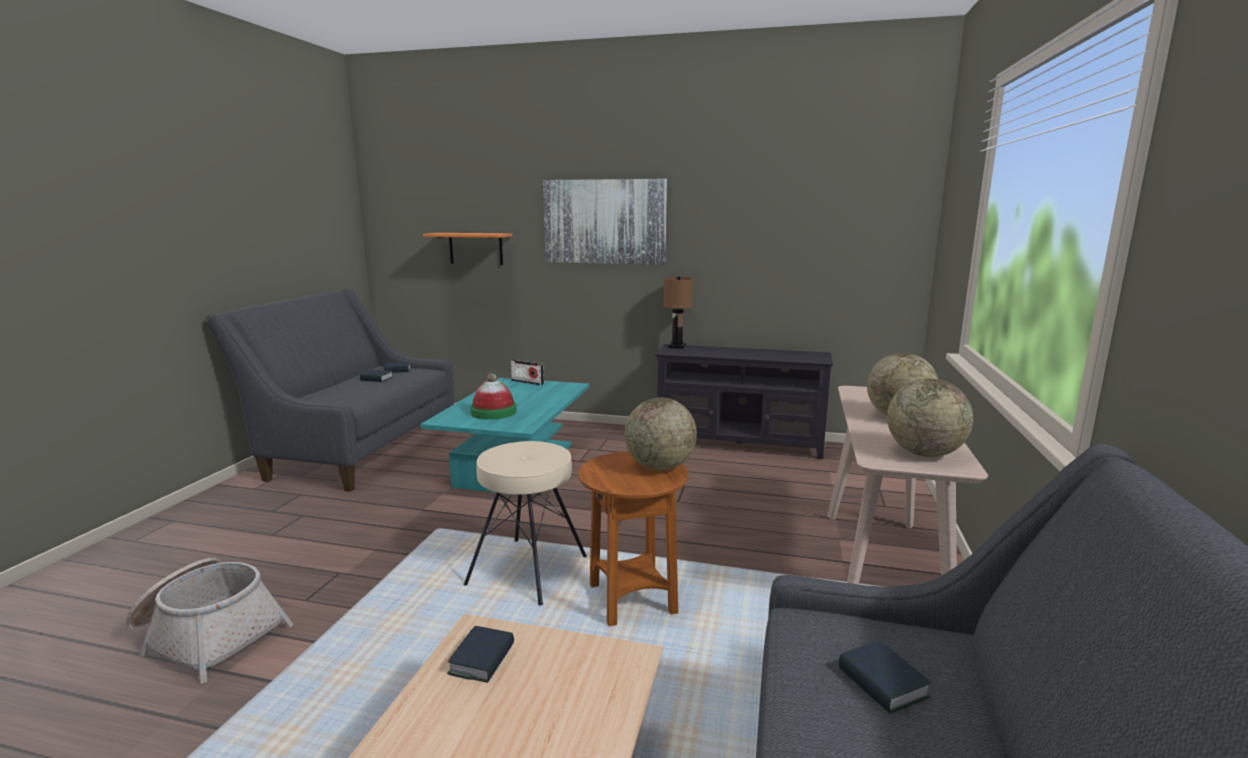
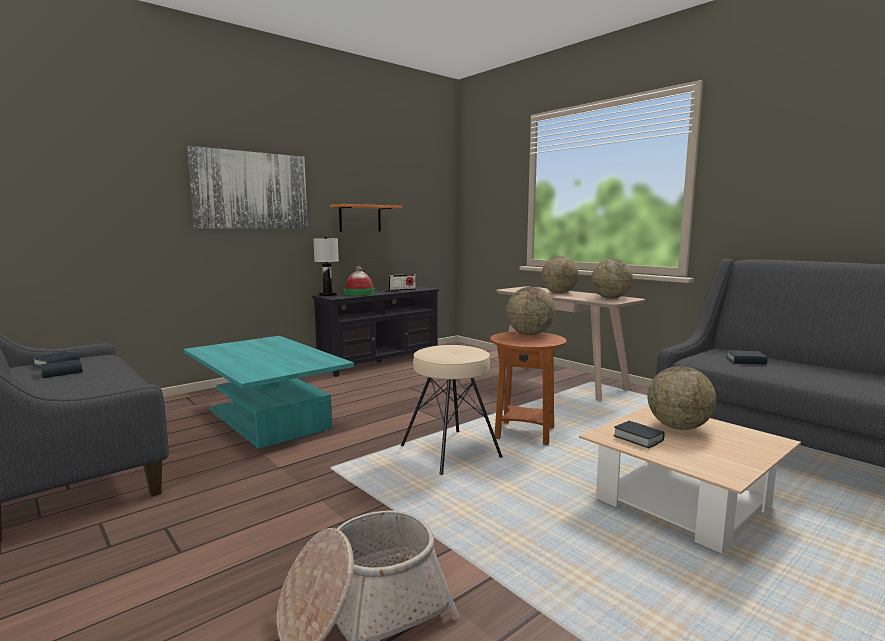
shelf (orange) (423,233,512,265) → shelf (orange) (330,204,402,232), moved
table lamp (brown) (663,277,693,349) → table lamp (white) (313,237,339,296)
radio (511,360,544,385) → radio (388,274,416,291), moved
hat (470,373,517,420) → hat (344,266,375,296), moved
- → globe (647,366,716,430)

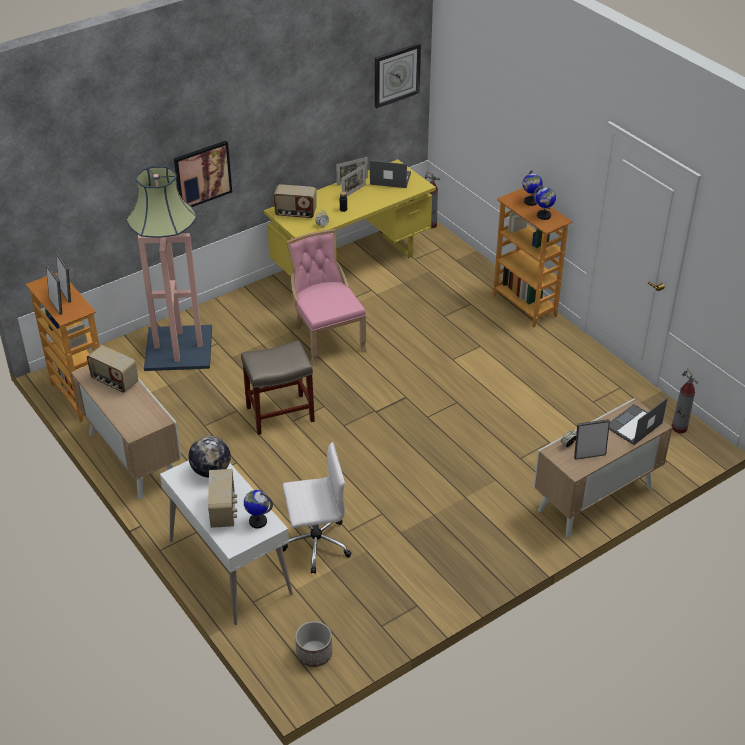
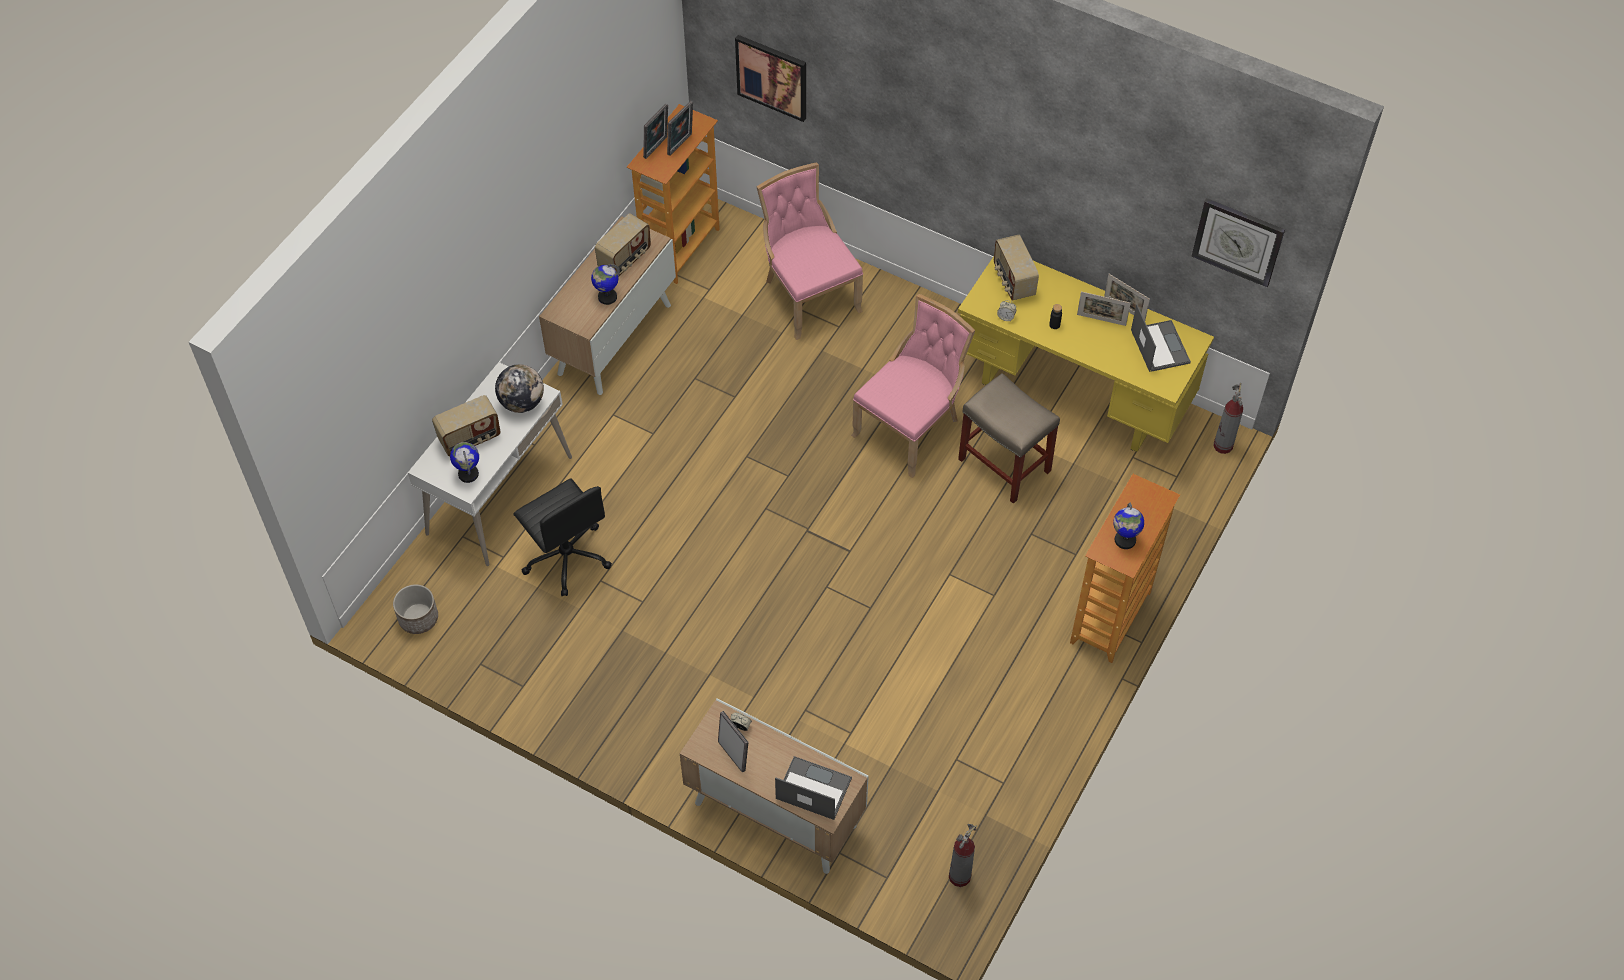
picture (174,141,232,207) → picture (735,35,806,122), moved
floor lamp (126,166,212,371) → chair (pink) (757,162,863,340)
globe (523,170,543,206) → globe (591,264,620,305), moved
stool (beige) (241,340,315,435) → stool (beige) (958,373,1060,504), moved
radio (87,345,138,393) → radio (595,213,651,276), 150 degrees counterclockwise
office chair (white) (282,442,352,574) → office chair (black) (514,478,612,596)

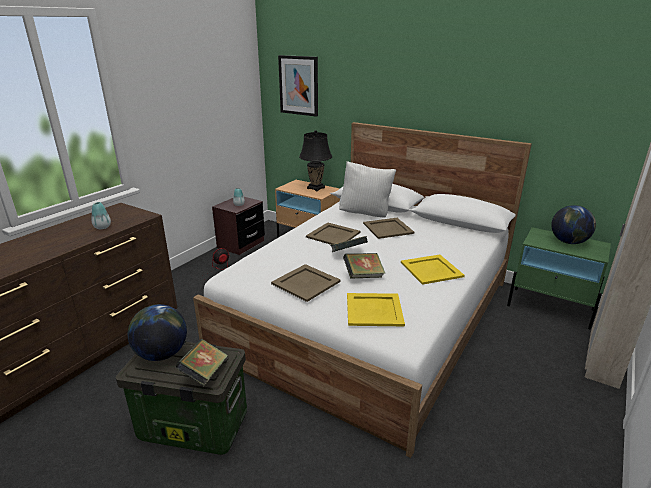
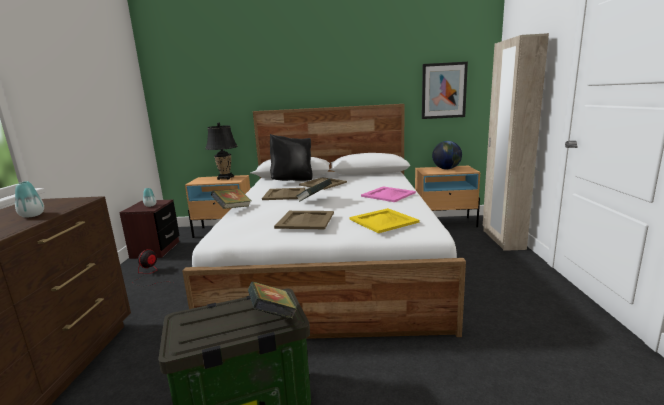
picture (278,55,318,117) → picture (422,62,468,119), moved
pillow (white) (339,161,396,217) → pillow (black) (270,134,312,181)
nightstand (green) (507,227,611,329) → nightstand (beige) (415,166,480,227)
book (343,253,385,279) → book (211,189,251,209), moved
tray (yellow) (401,254,465,285) → tray (pink) (361,187,416,202)
globe (128,304,187,361) → -

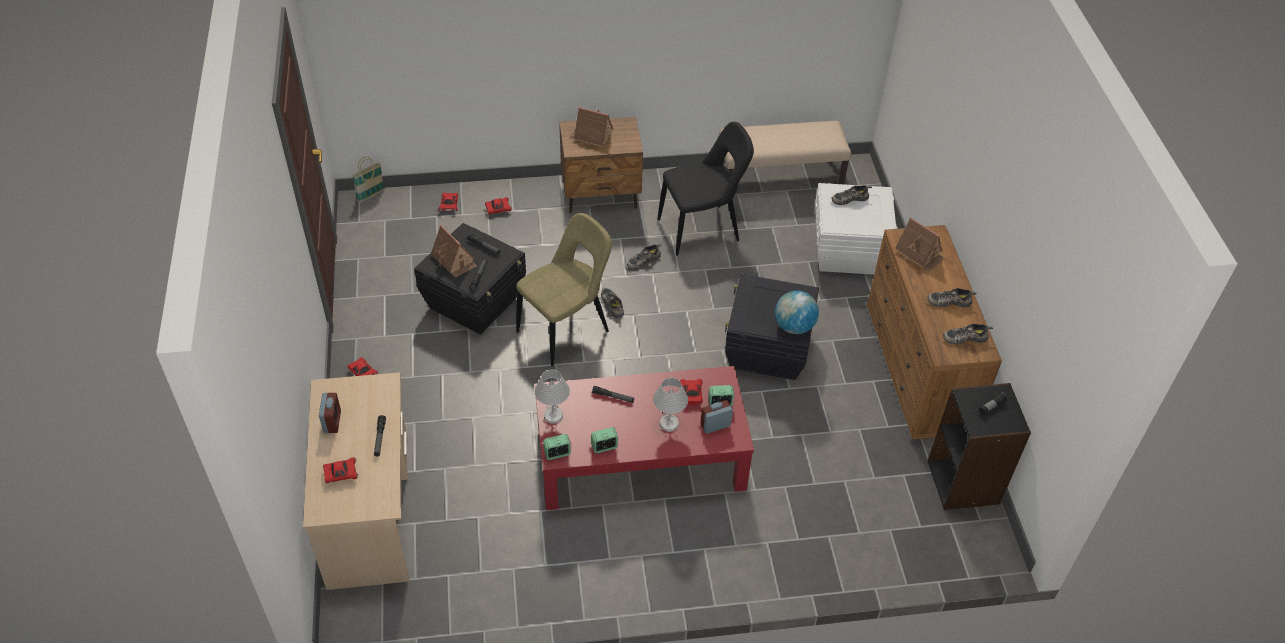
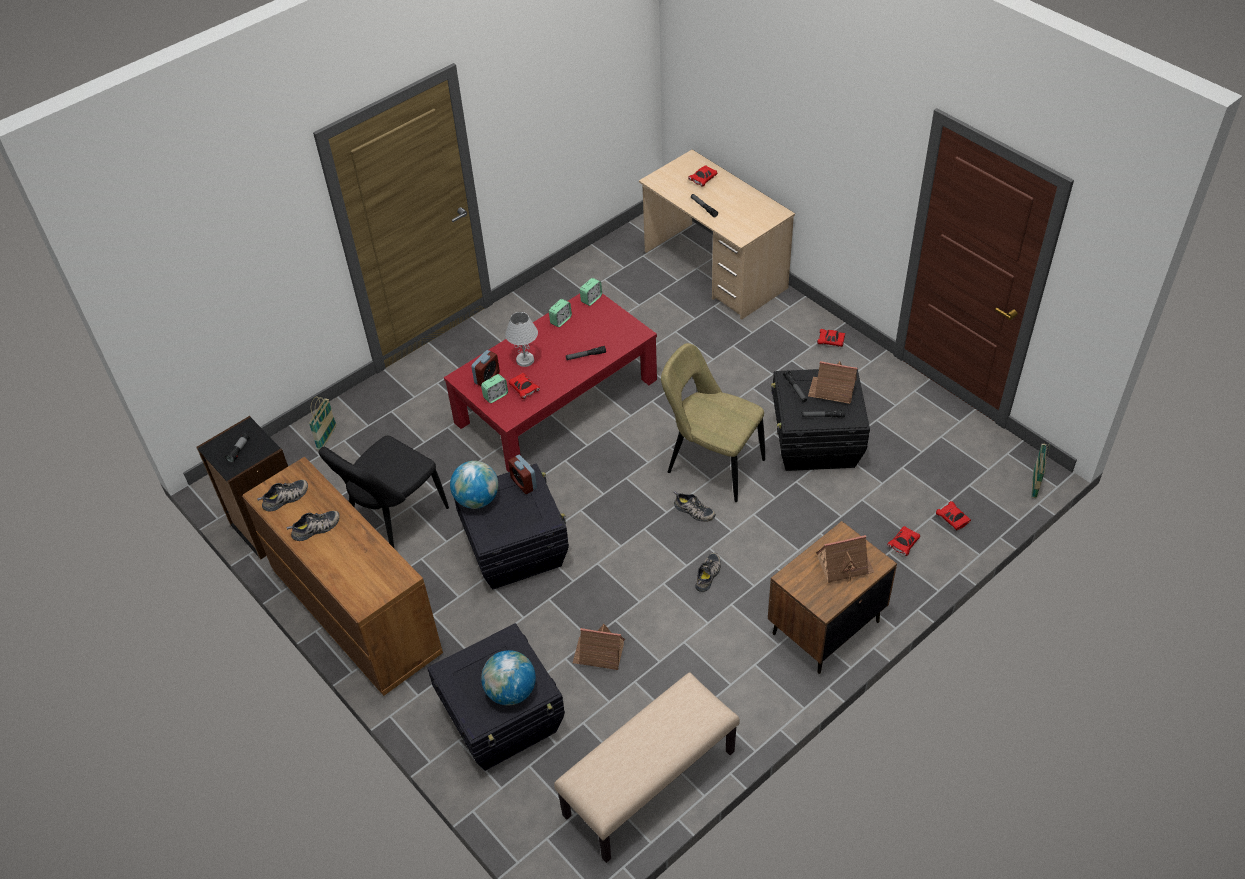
chair (black) (658,122,754,256) → chair (black) (318,435,449,548), moved
storage box (white) (815,183,897,274) → storage box (black) (428,623,565,771)
shoe (832,185,872,205) → globe (481,650,536,705)
chair (beige) (516,213,612,366) → chair (beige) (661,343,765,502), 105 degrees clockwise
toy house (895,217,945,272) → toy house (573,624,625,670), moved
table lamp (white) (535,369,570,424) → -
alarm clock (319,393,341,433) → alarm clock (508,454,537,494), moved
- → basket (309,396,336,450)

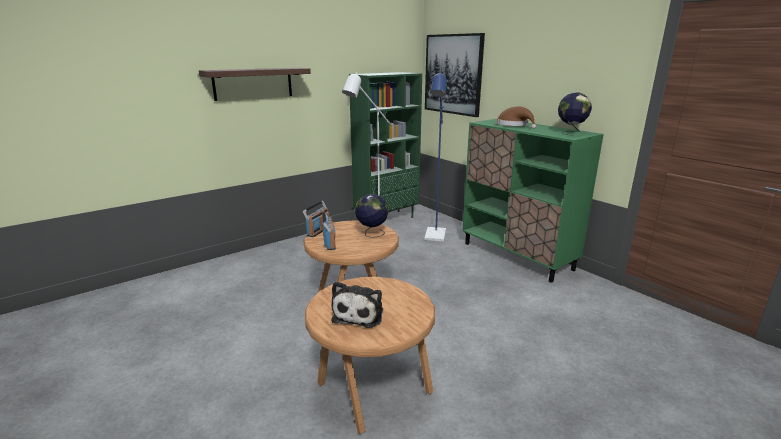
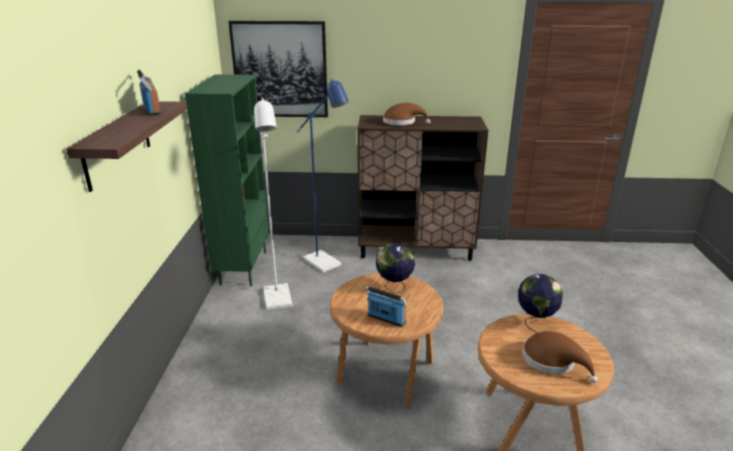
globe (558,92,592,135) → globe (518,274,563,333), moved
cabinet (green) (462,119,604,283) → cabinet (brown) (357,115,489,261)
radio (303,201,329,237) → radio (137,69,161,115), moved
plush toy (331,281,383,328) → hat (brown) (522,331,598,383)

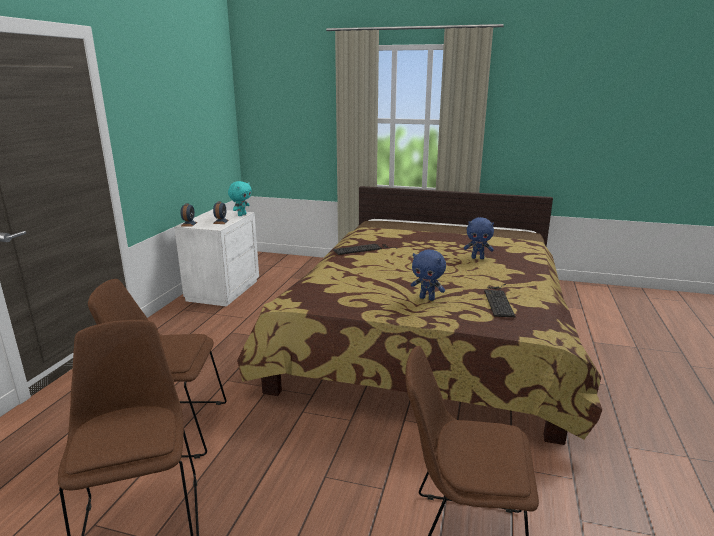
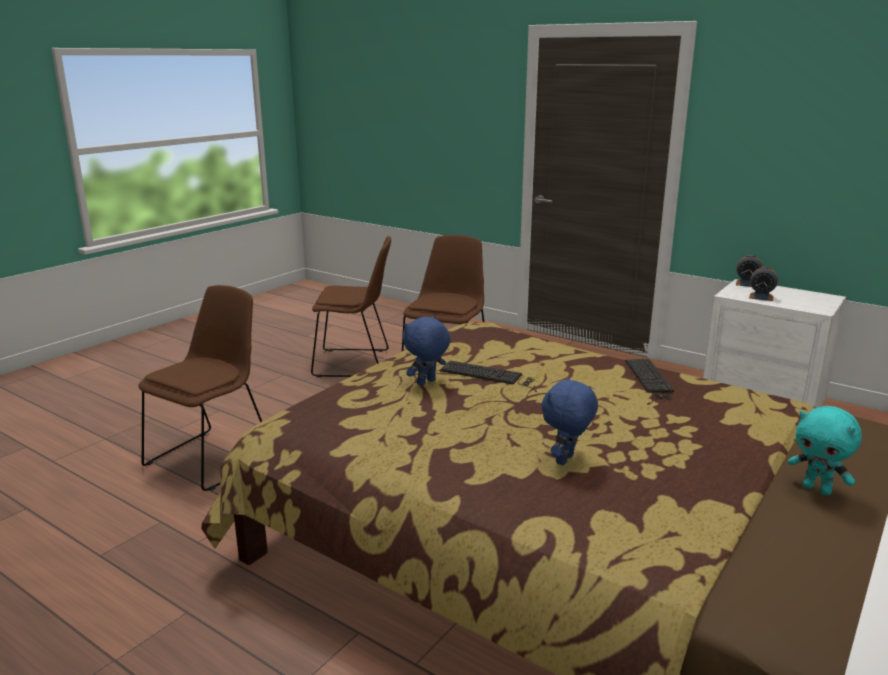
plush toy (turquoise) (228,181,252,216) → plush toy (turquoise) (788,406,862,495), moved
keyboard (484,284,516,317) → keyboard (440,361,537,392), moved

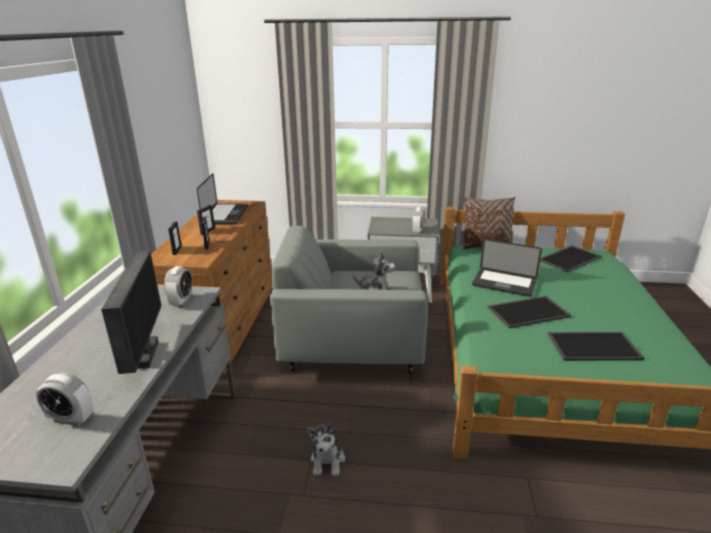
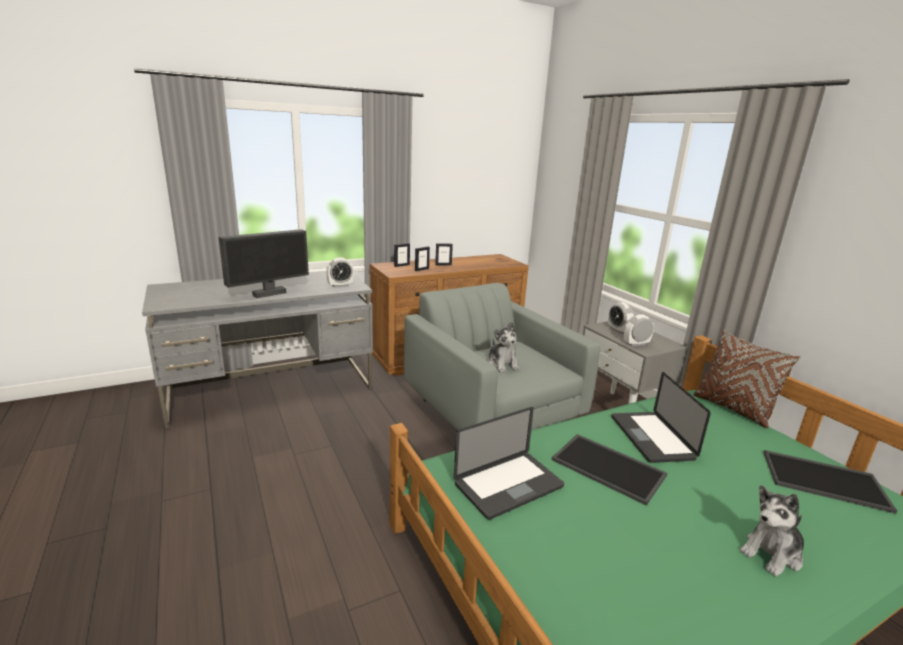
laptop (197,173,248,224) → laptop (454,407,564,520), moved
tray (548,332,645,361) → -
alarm clock (36,373,93,426) → alarm clock (608,302,634,334), moved
plush toy (307,423,345,476) → plush toy (739,485,804,576), moved

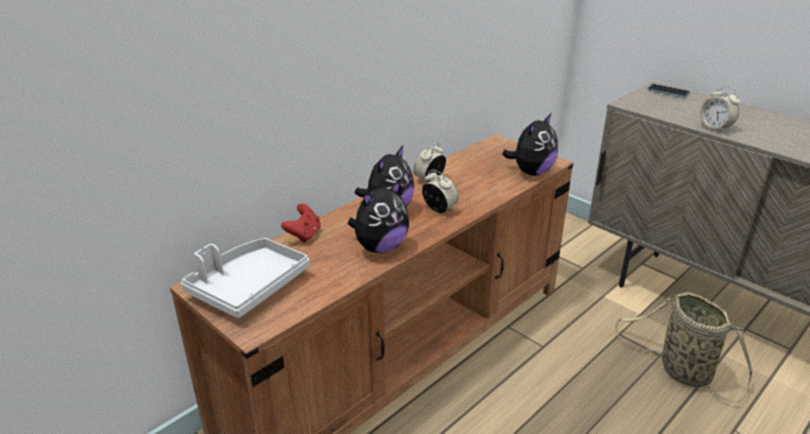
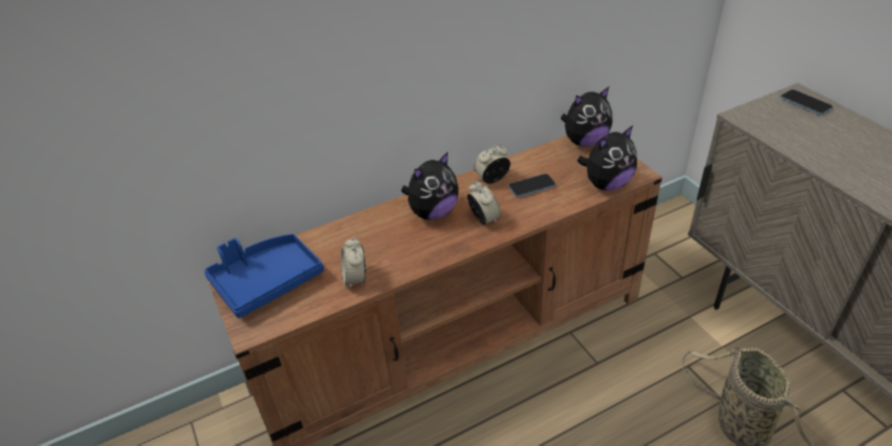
alarm clock (700,86,740,133) → alarm clock (341,237,366,289), moved
plush toy (348,180,409,253) → plush toy (560,87,613,147), moved
game controller (red) (281,204,321,243) → -
tray (grey) (181,238,310,318) → tray (blue) (204,234,324,318)
- → phone (508,173,556,198)

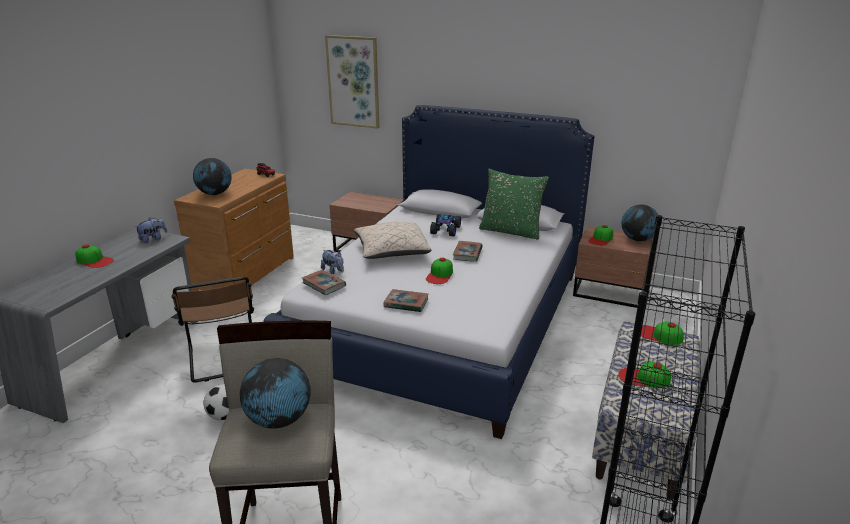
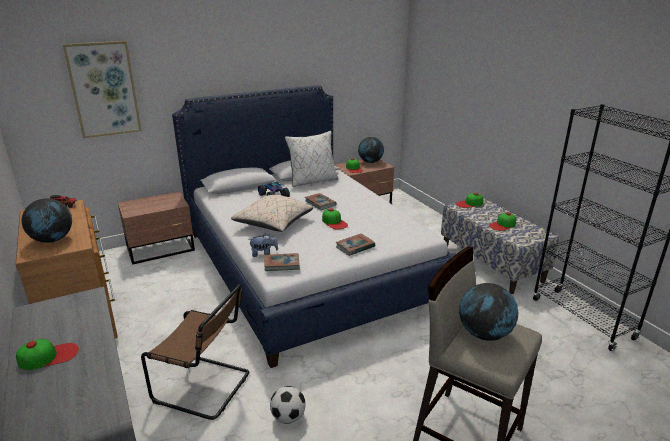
pillow (green) (479,169,549,240) → pillow (white) (285,131,338,187)
plush toy (134,217,167,243) → -

